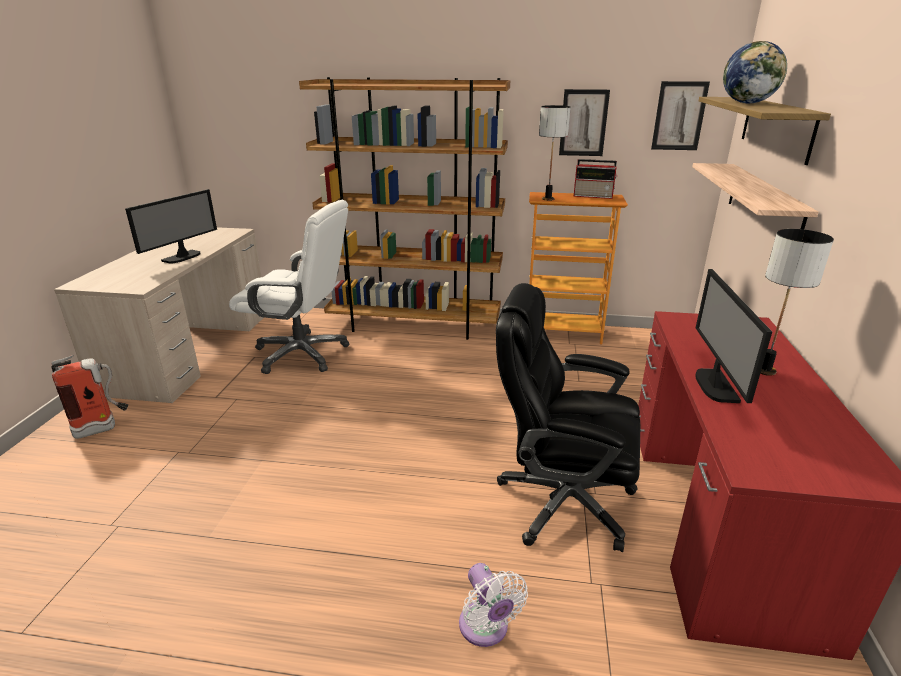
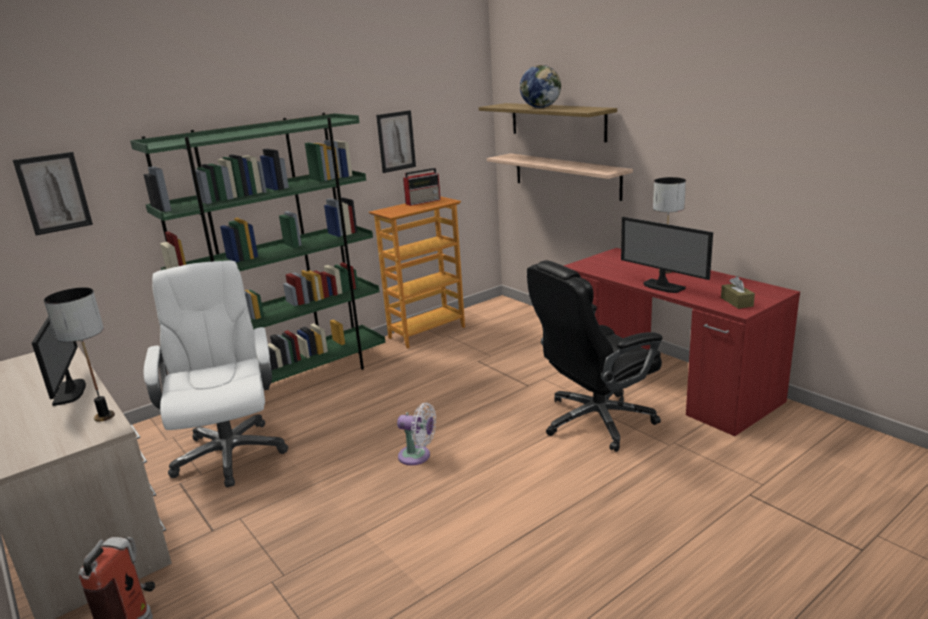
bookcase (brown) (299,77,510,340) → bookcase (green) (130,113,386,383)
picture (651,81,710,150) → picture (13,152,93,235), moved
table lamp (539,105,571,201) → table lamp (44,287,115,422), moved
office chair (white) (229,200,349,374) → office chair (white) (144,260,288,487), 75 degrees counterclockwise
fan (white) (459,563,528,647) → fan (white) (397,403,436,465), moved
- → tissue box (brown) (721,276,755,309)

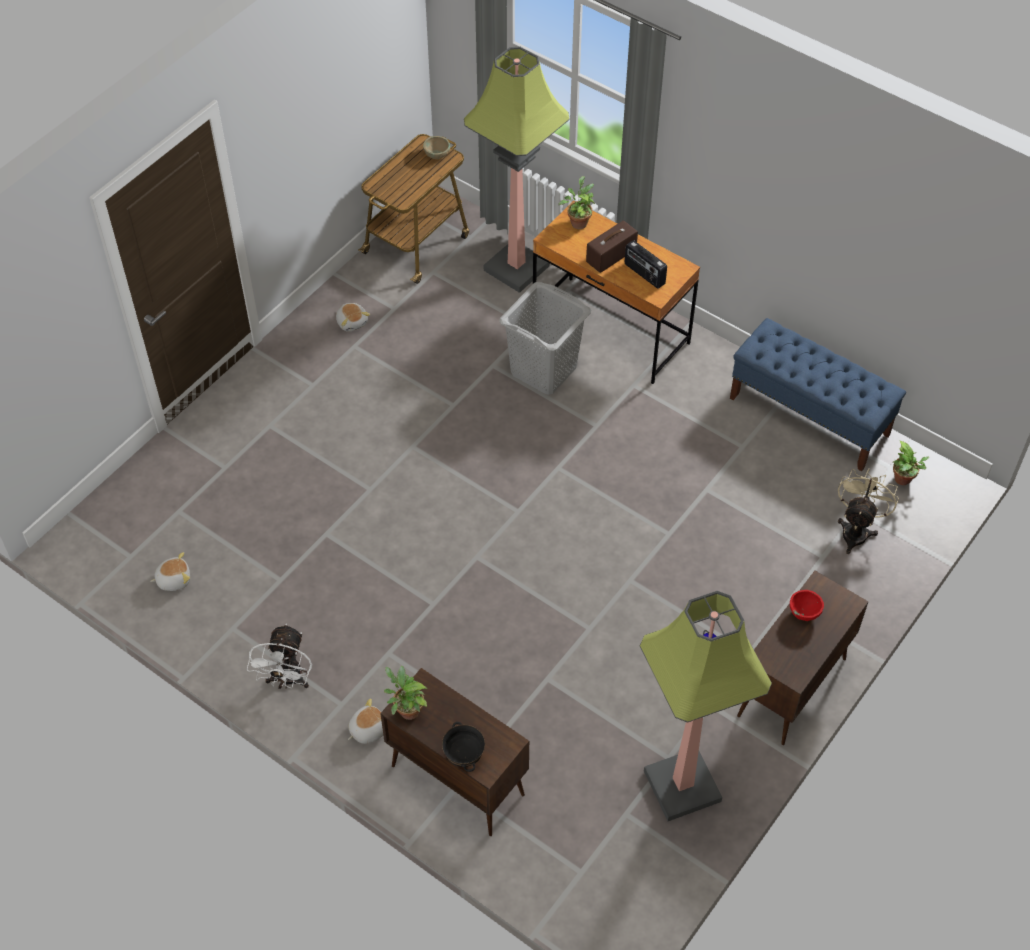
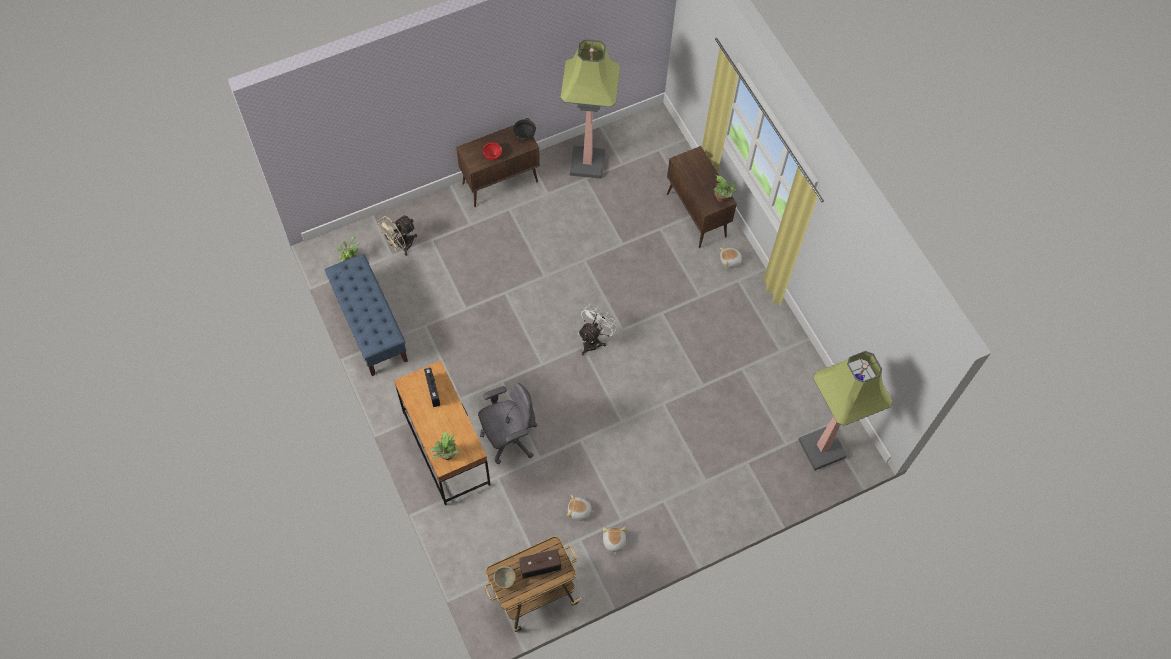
floor lamp (464,47,570,293) → floor lamp (798,351,893,471), moved
radio (586,220,638,273) → radio (519,549,561,579), moved
laundry basket (grey) (499,282,591,395) → office chair (grey) (478,383,537,464)
plush toy (150,552,190,591) → plush toy (567,495,595,521), moved
fan (white) (247,623,312,689) → fan (white) (578,304,617,355), moved
bowl (black) (442,722,485,772) → bowl (black) (513,118,536,143), moved

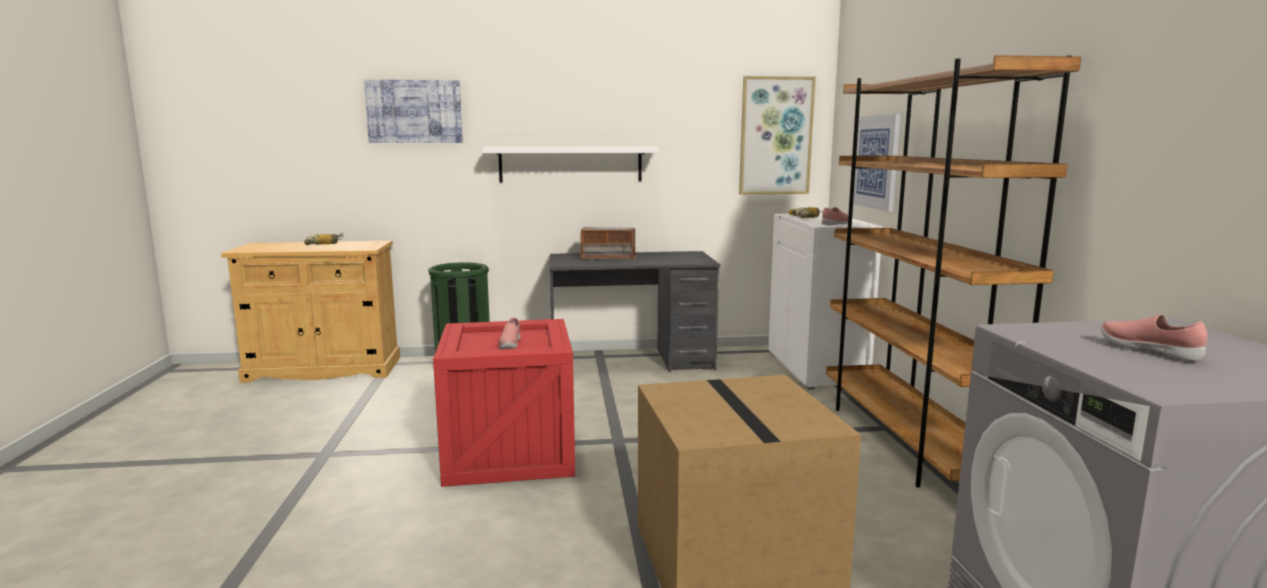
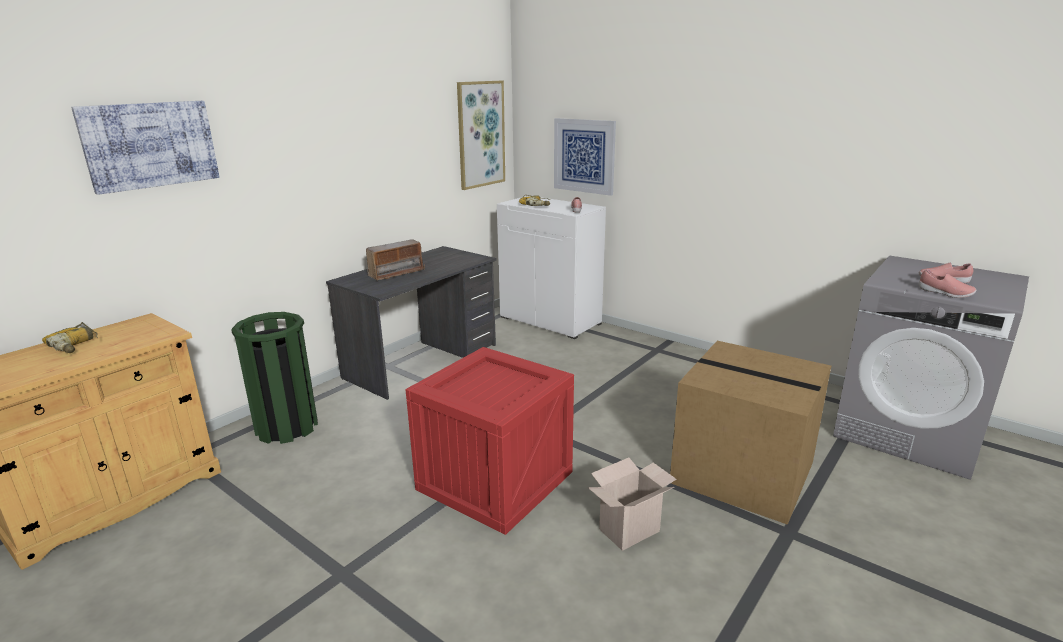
bookcase (brown) (826,55,1081,488) → -
shelf (white) (482,147,659,182) → -
shoe (pink) (499,317,521,349) → shoe (pink) (919,269,976,298), moved
- → cardboard box (588,458,677,551)

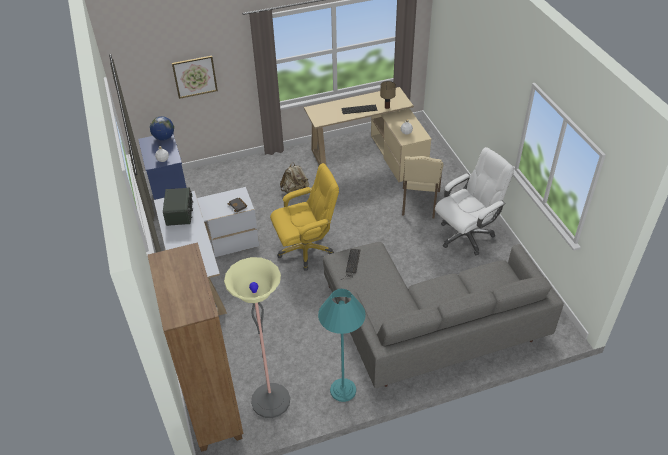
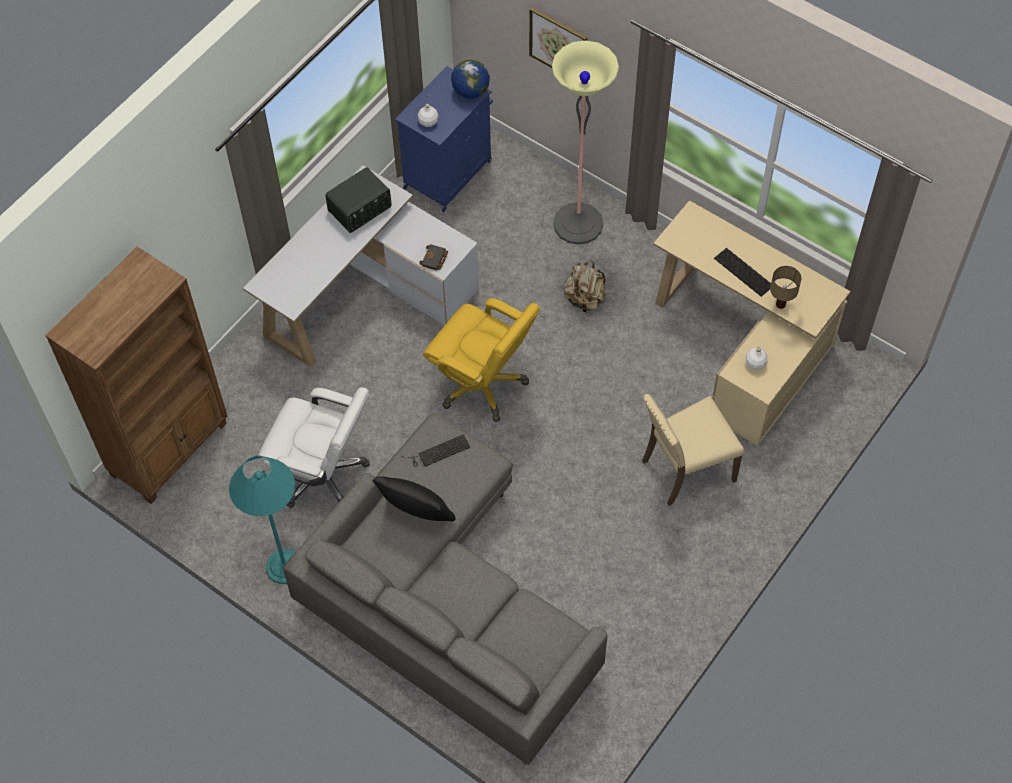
office chair (white) (435,147,514,255) → office chair (white) (257,387,370,508), moved
floor lamp (224,257,290,418) → floor lamp (552,40,619,244), moved
- → pillow (black) (373,476,456,521)

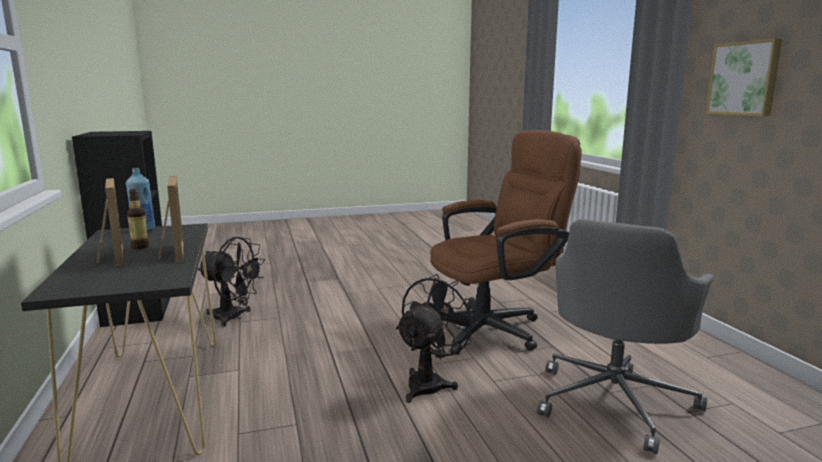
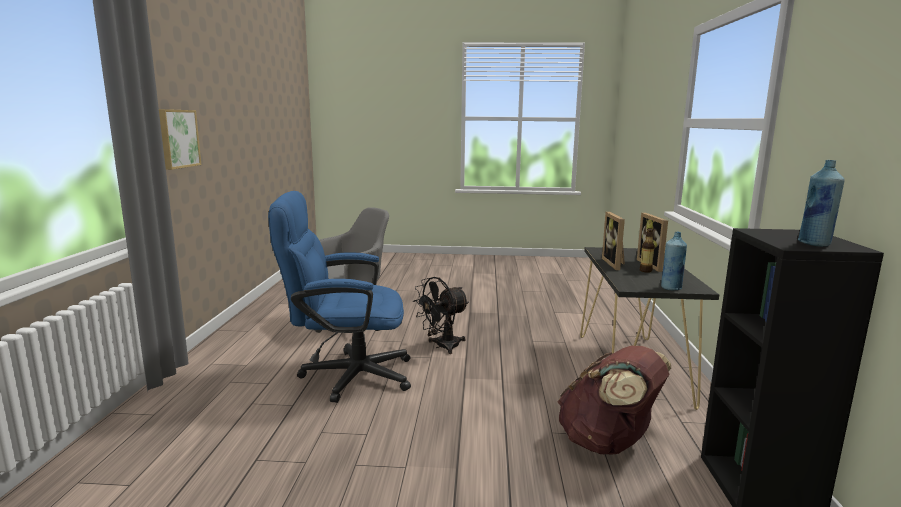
office chair (brown) (430,130,582,355) → office chair (blue) (268,191,411,403)
fan (black) (198,237,265,327) → backpack (brown) (558,346,671,454)
- → bottle (blue) (798,160,845,247)

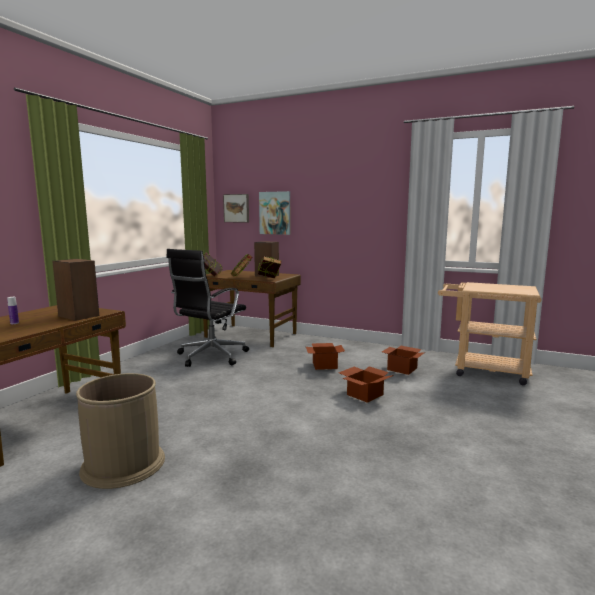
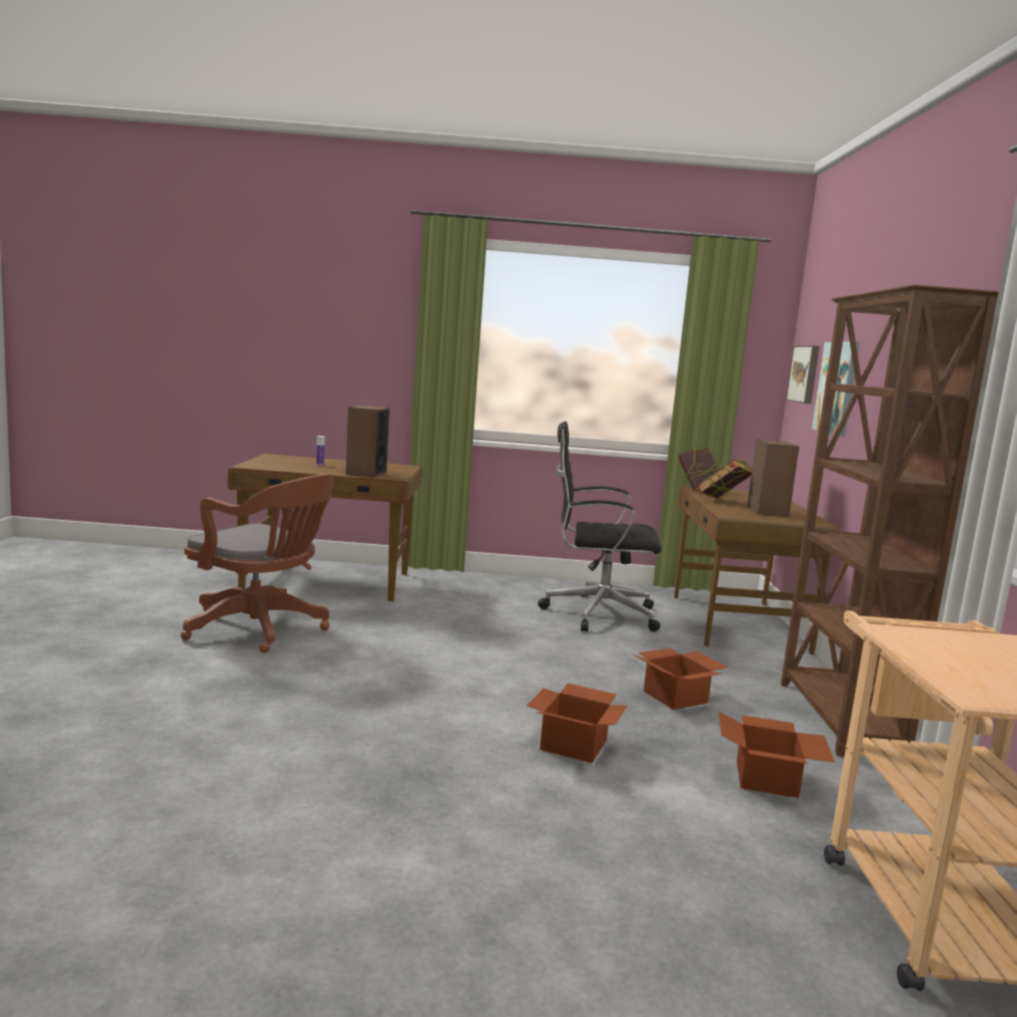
book (258,256,282,279) → -
trash can (brown) (76,373,165,489) → office chair (brown) (181,474,334,653)
- → bookcase (brown) (781,285,999,757)

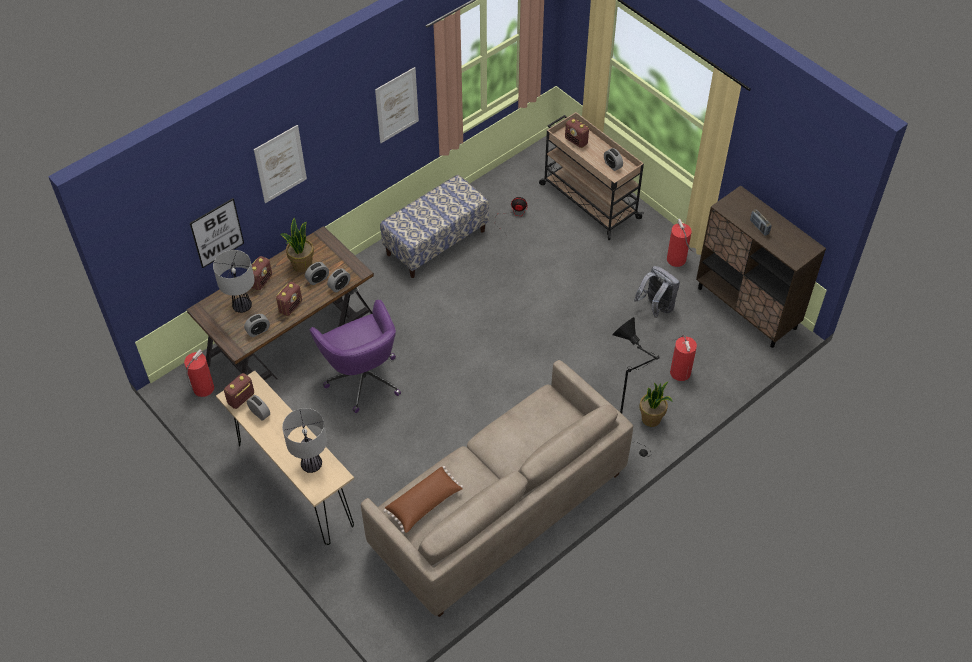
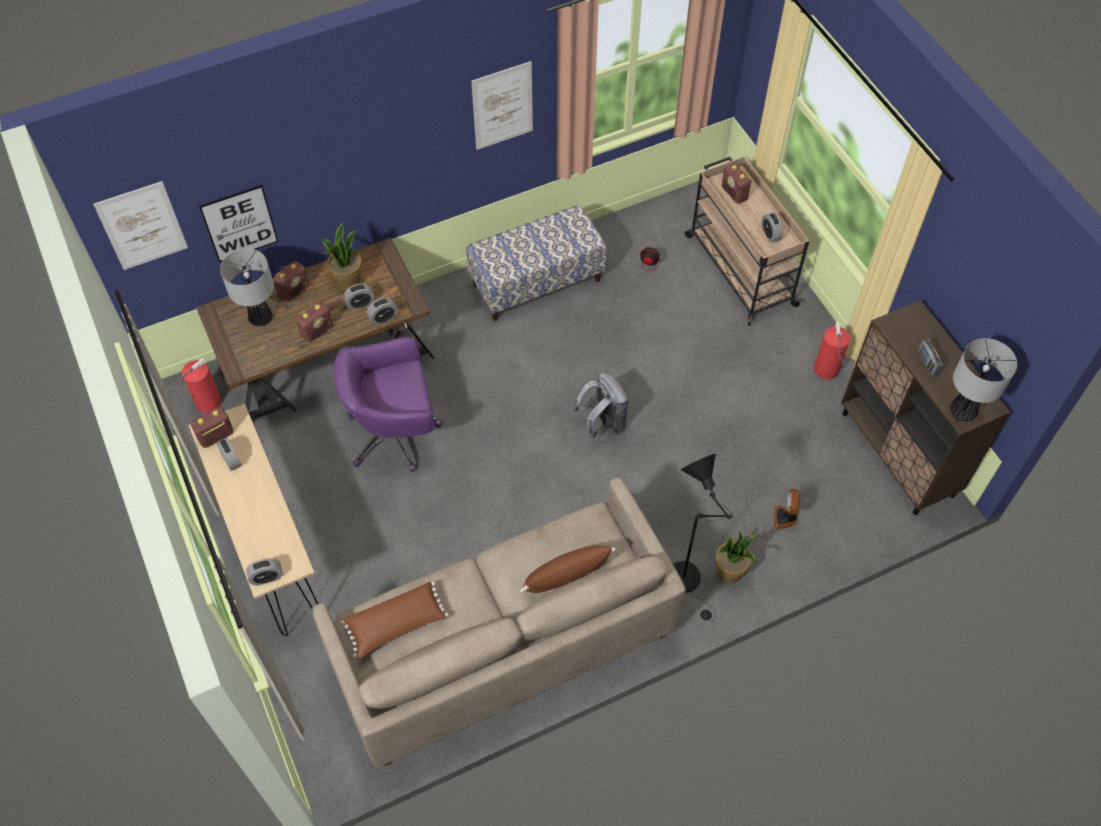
picture (254,125,307,203) → picture (93,181,188,270), moved
backpack (grey) (634,266,680,318) → backpack (grey) (573,373,629,439), moved
office chair (purple) (310,300,401,413) → office chair (purple) (334,337,442,472), 90 degrees clockwise
alarm clock (244,314,270,337) → alarm clock (246,558,283,586), moved
fire extinguisher (670,335,697,381) → fan (774,489,800,530)
table lamp (282,408,327,473) → table lamp (951,338,1017,421), moved
- → pillow (brown) (520,545,616,593)

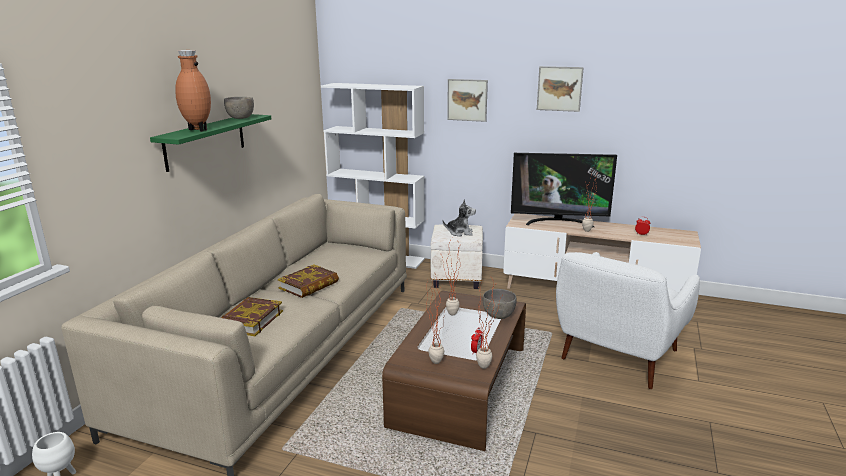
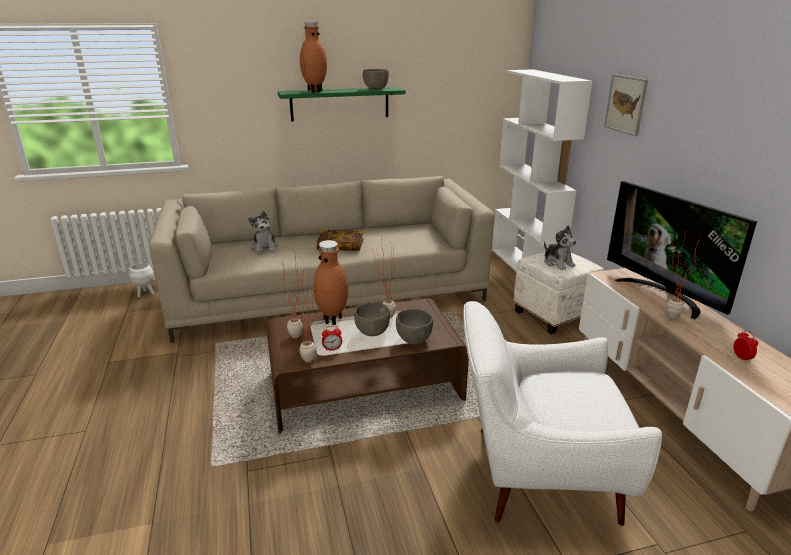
picture (537,66,584,112) → -
book (221,297,283,336) → plush toy (248,211,278,254)
- → vase (brown) (313,240,348,325)
- → bowl (grey) (354,302,390,336)

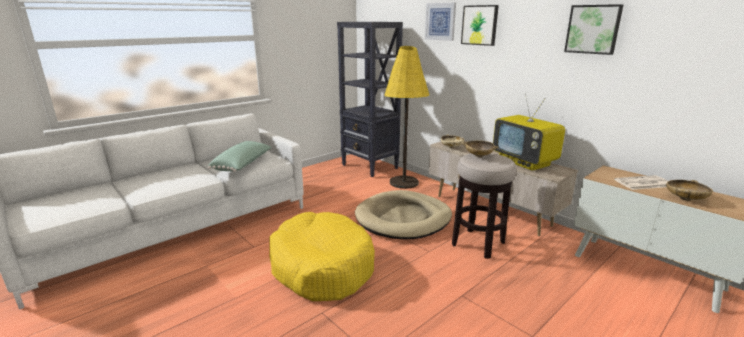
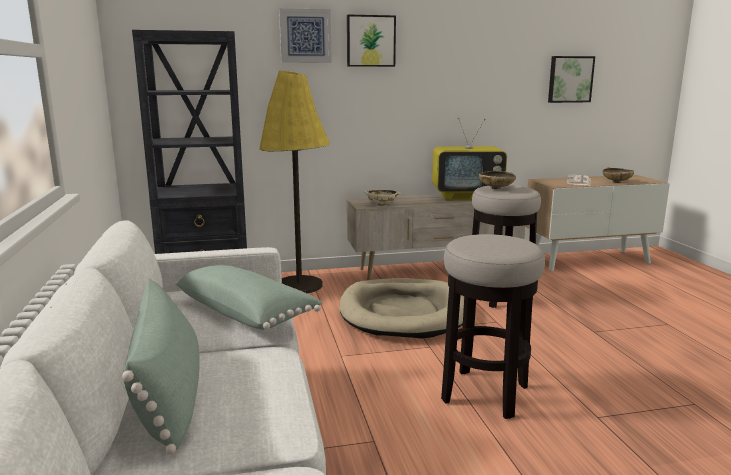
picture (564,4,624,55) → picture (548,56,595,103), moved
dog bed (yellow) (269,212,375,301) → stool (441,234,545,419)
- → pillow (green) (122,279,200,455)

